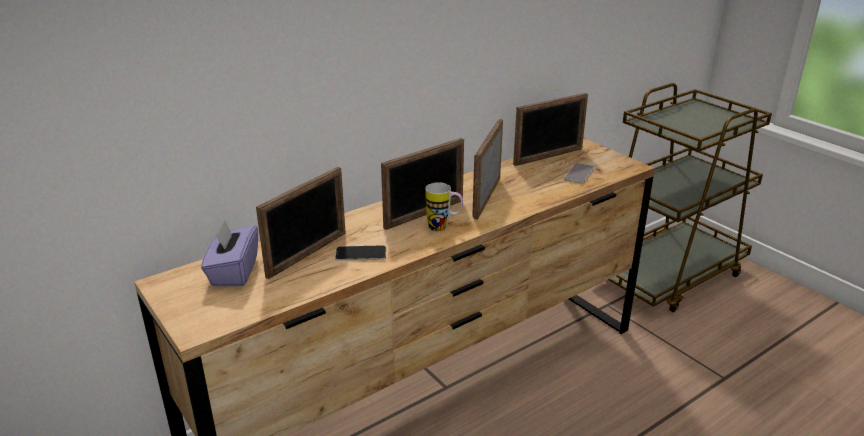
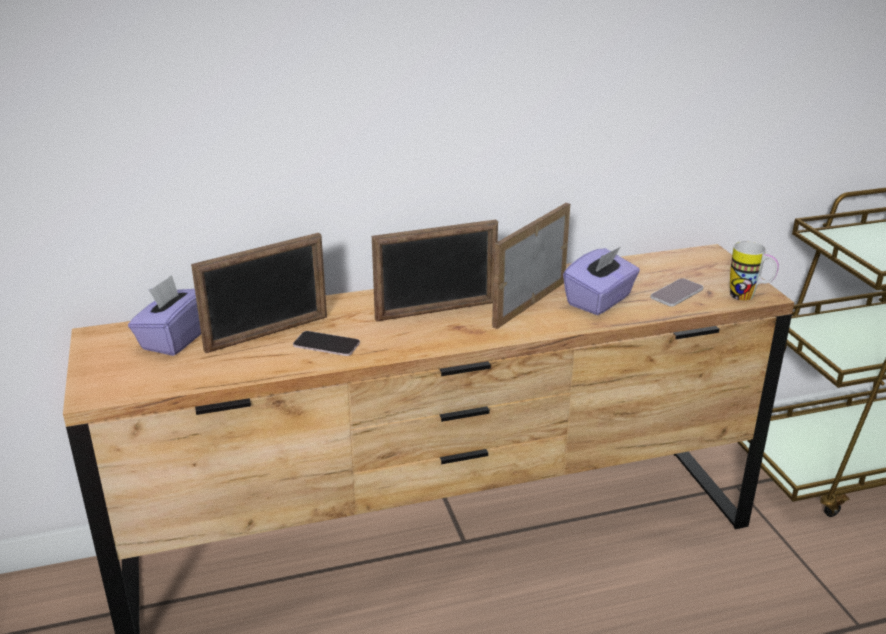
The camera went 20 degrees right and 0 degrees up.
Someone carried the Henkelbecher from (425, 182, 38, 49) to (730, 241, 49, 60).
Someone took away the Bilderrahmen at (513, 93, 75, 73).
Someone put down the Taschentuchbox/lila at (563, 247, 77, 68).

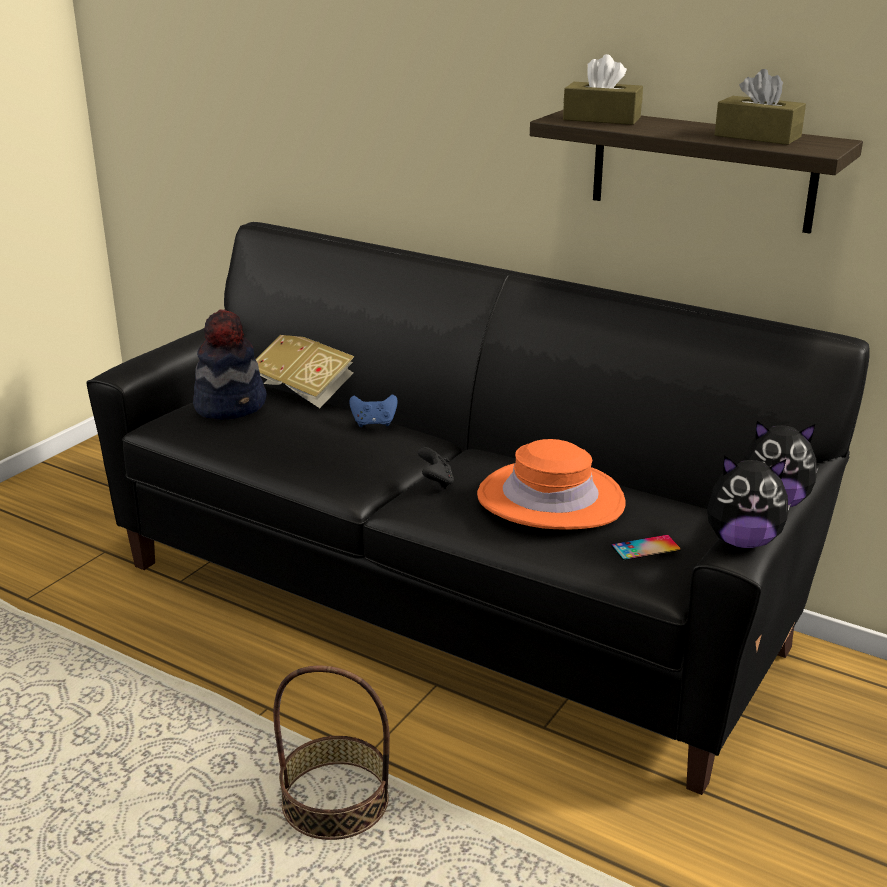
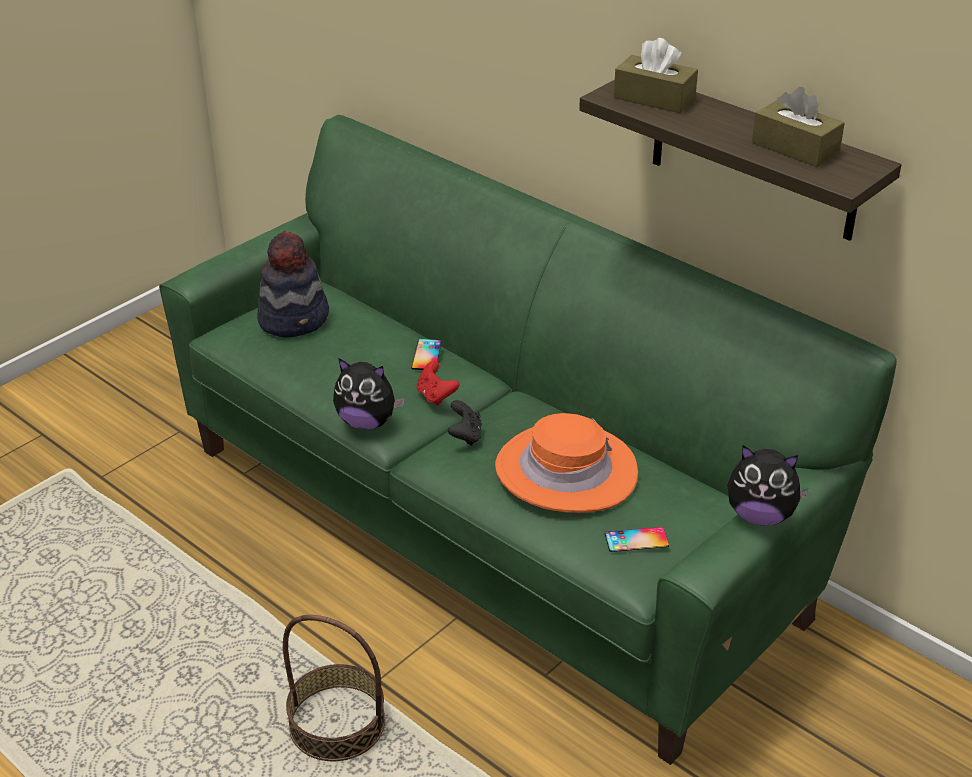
The camera went 10 degrees right and 10 degrees up.
Someone repainted the Sofa/schwarz at (87, 222, 783, 573), which became the Sofa/grün at (159, 115, 738, 650).
Someone took away the Buch at (256, 335, 98, 73).
Someone swapped the Gamepad/blau at (349, 395, 49, 32) for the Handy at (411, 339, 31, 31).
Someone carried the Plüschtier from (707, 456, 84, 93) to (333, 358, 72, 71).
Someone put down the Gamepad/rot at (417, 361, 43, 45).

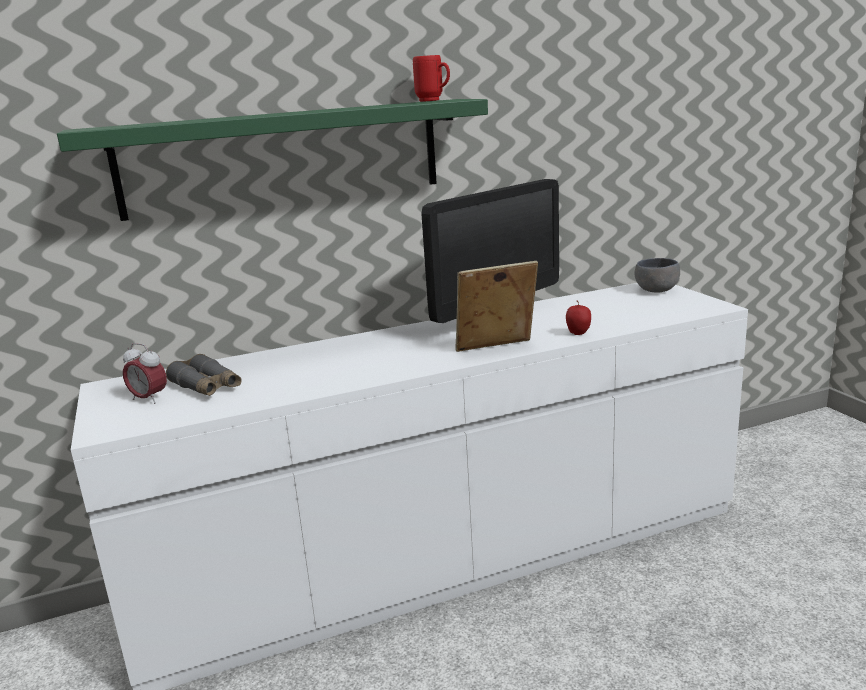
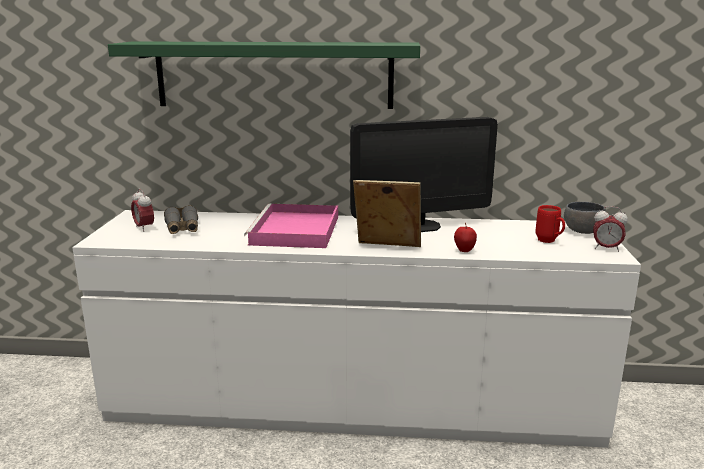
The camera went 25 degrees right and 0 degrees up.
Someone carried the Henkelbecher/rot from (413, 55, 37, 46) to (535, 205, 30, 38).
Someone put down the Tablett/rosa at (244, 203, 94, 45).
Someone put down the Wecker at (593, 206, 35, 46).

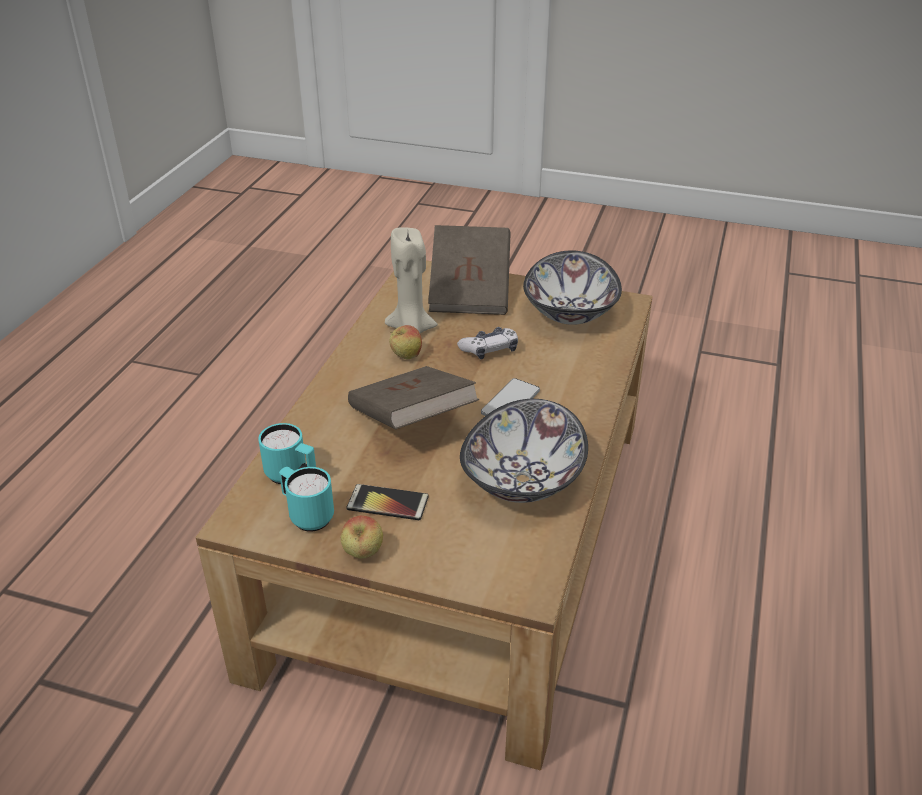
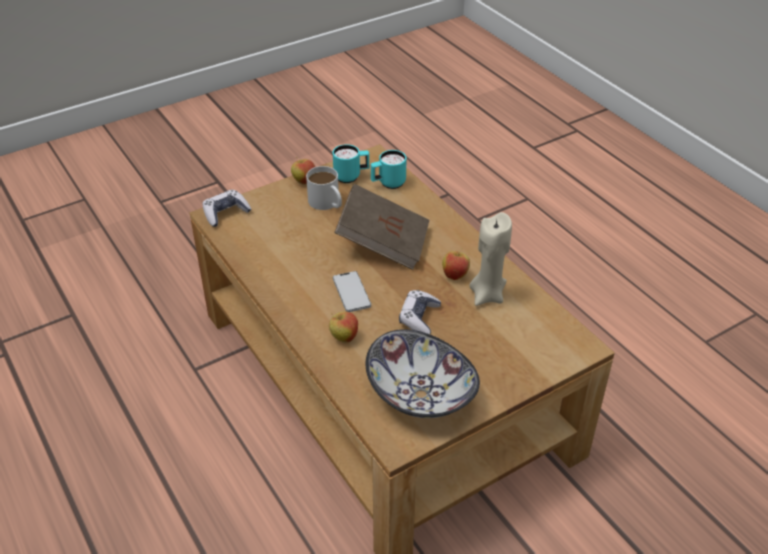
The camera went 130 degrees right and 5 degrees up.
Someone swapped the Handy at (346, 484, 83, 36) for the Henkelbecher/weiß at (306, 166, 36, 44).
Someone took away the Buch/braun at (428, 225, 83, 90).
Someone took away the Schüssel at (460, 399, 128, 104).
Someone put down the Gamepad at (203, 190, 48, 37).
Someone put down the Apfel at (329, 312, 29, 31).

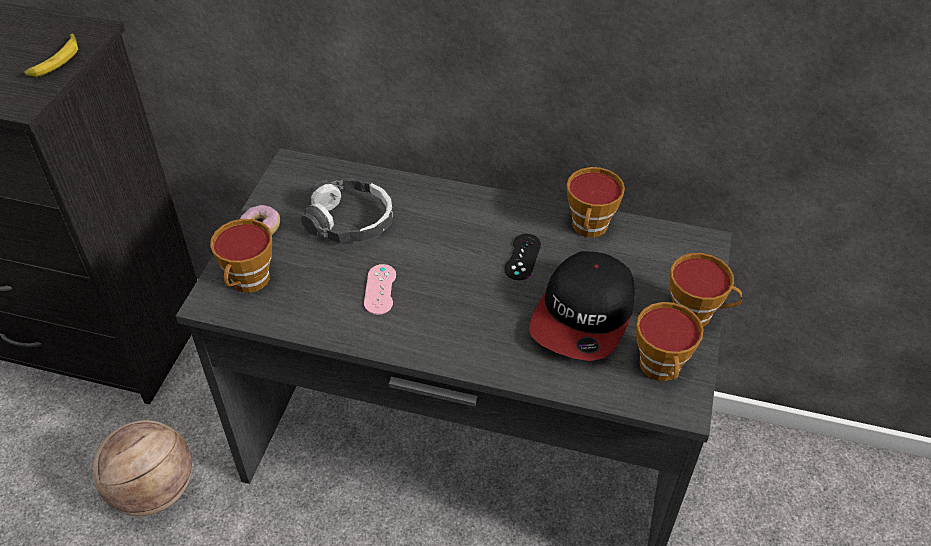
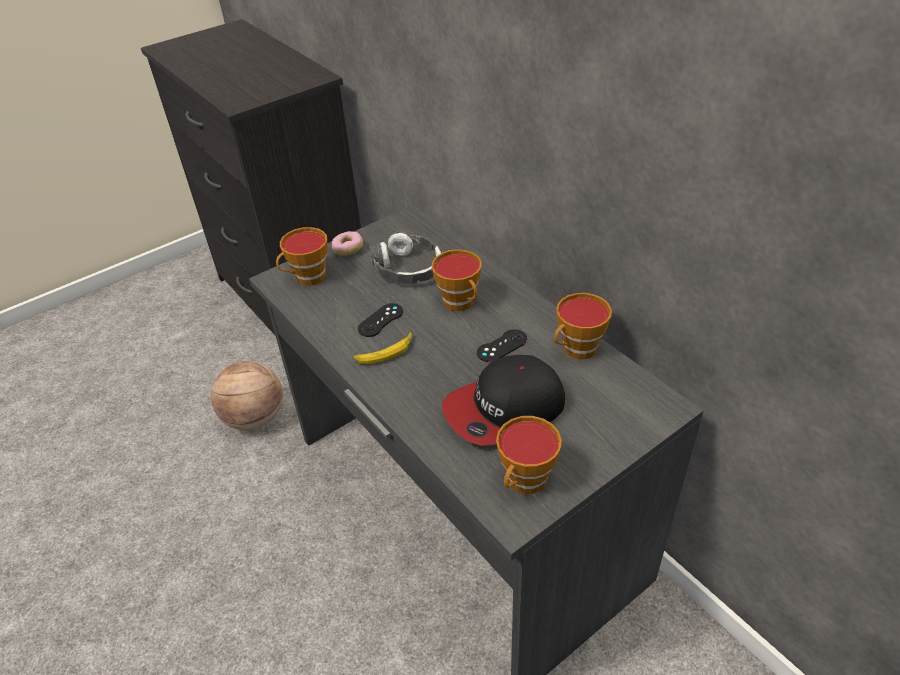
The camera went 40 degrees right and 5 degrees down.
Someone carried the Banane from (24, 33, 54, 44) to (353, 331, 60, 33).
Someone repainted the Gamepad/rosa at (364, 264, 32, 51), which became the Gamepad/schwarz at (358, 303, 45, 34).
Someone carried the Tasse from (670, 253, 72, 74) to (431, 249, 51, 62).

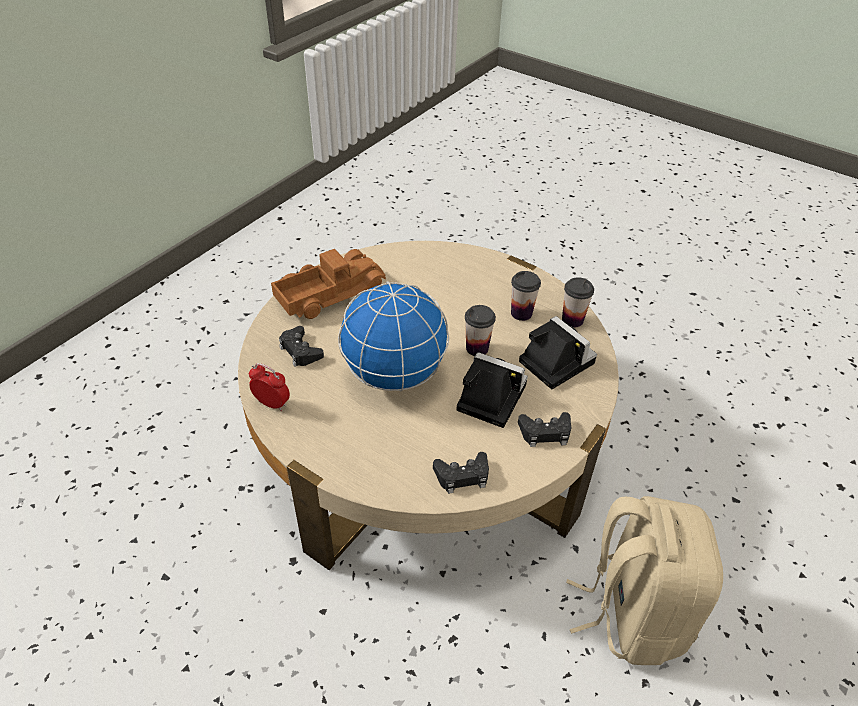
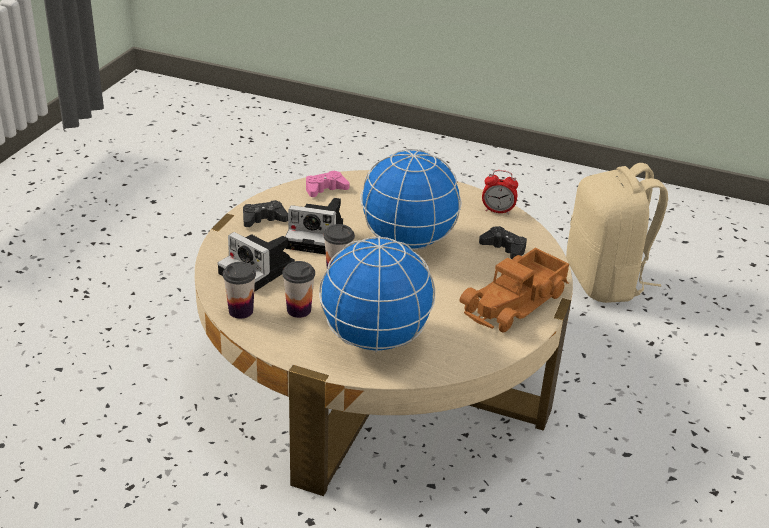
The camera went 165 degrees right and 10 degrees down.
Someone repainted the Gamepad/schwarz at (433, 452, 56, 42), which became the Gamepad/rosa at (306, 171, 43, 26).
Someone carried the Rucksack/beige from (566, 496, 157, 169) to (566, 163, 102, 140).
Someone put down the Globus at (319, 236, 116, 116).

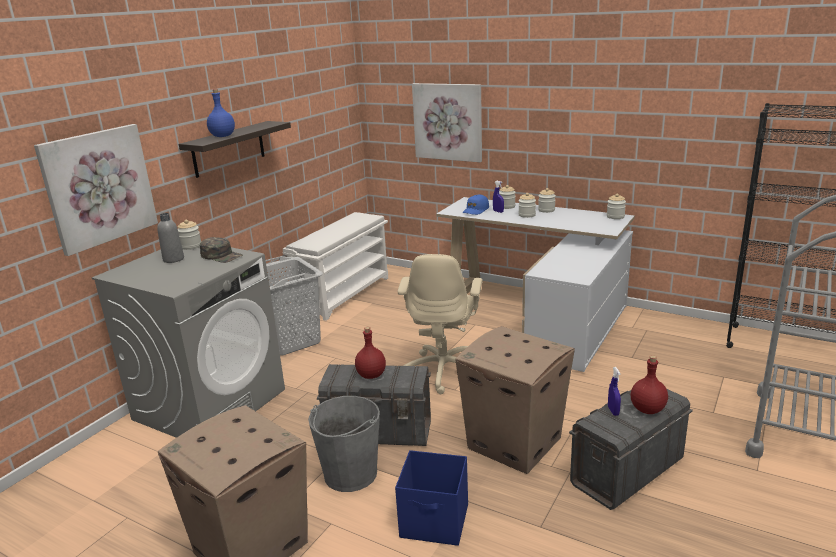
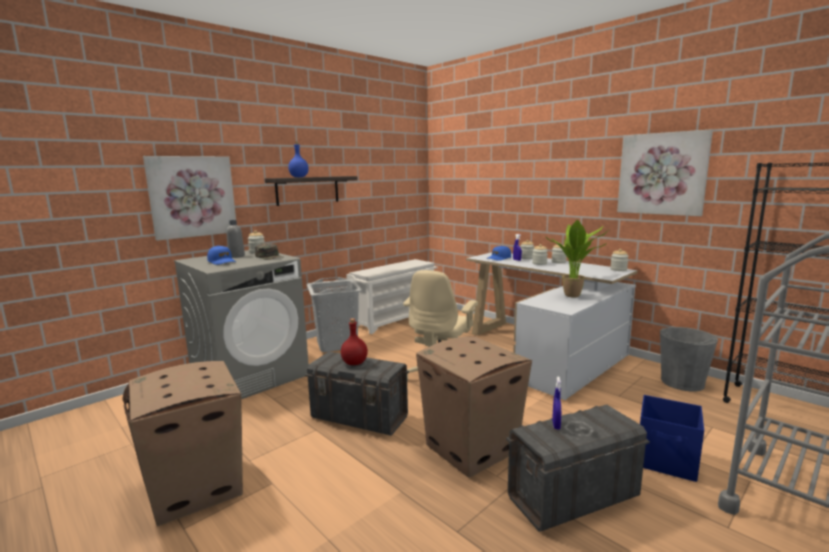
The camera went 15 degrees right and 10 degrees down.
Someone carried the Eimer/grau from (308, 396, 72, 96) to (660, 327, 58, 64).
Someone carried the Aufbewahrungsbox/blau from (395, 450, 73, 96) to (640, 395, 64, 87).
Someone carried the Bild from (412, 83, 70, 79) to (617, 129, 96, 87).
Someone took away the Flasche/rot at (631, 355, 37, 59).
Someone put down the Kappe/blau at (207, 245, 29, 20).
Someone put down the Topfpflanze at (545, 220, 64, 78).

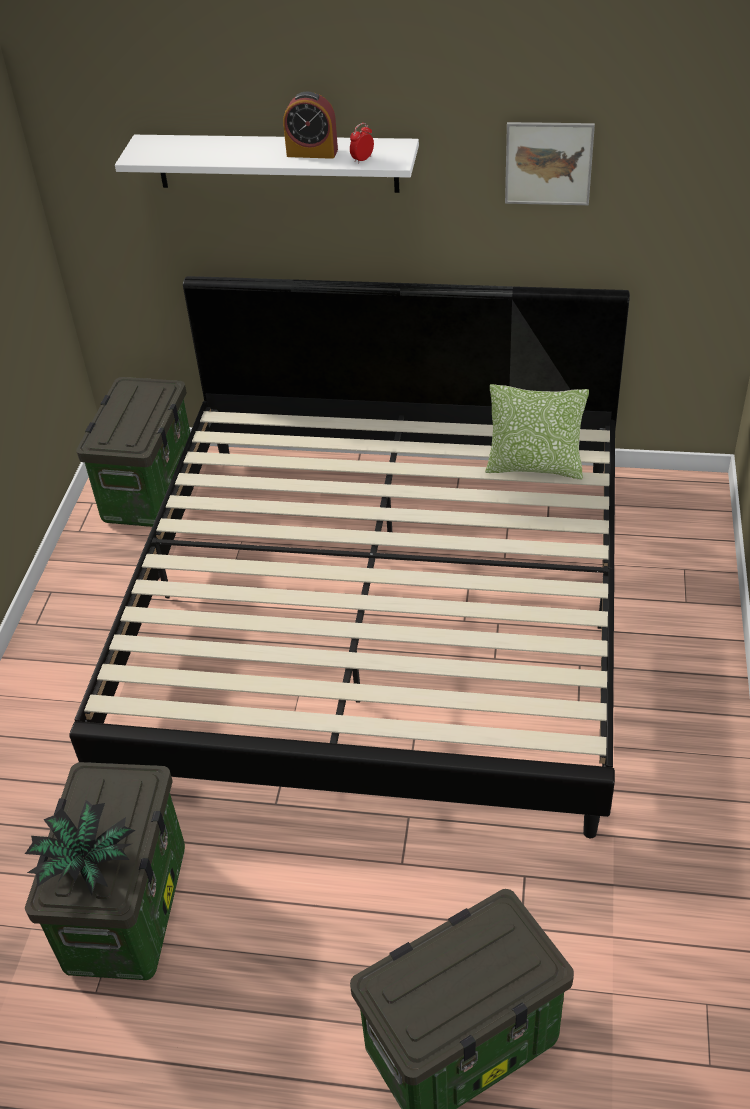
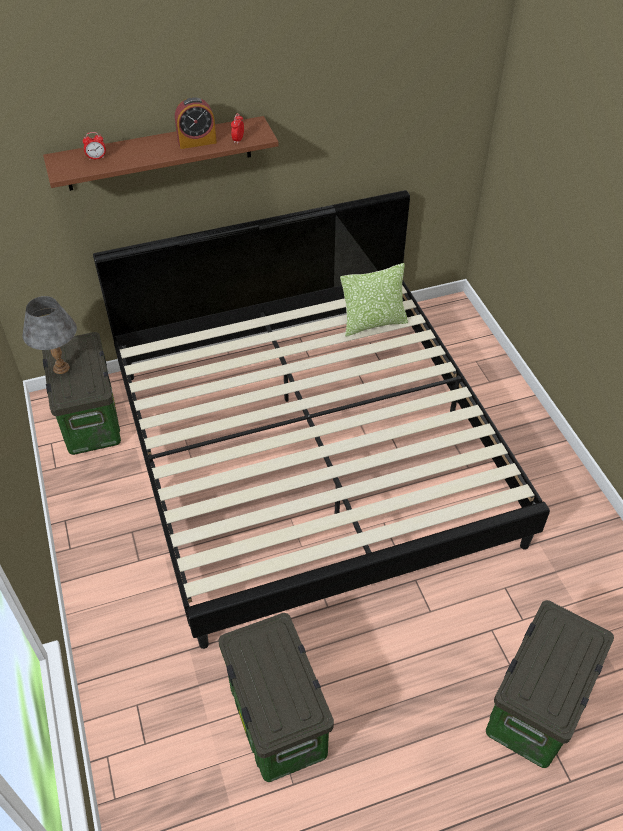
The camera went 30 degrees left and 5 degrees up.
Someone took away the Topfpflanze at (25, 800, 110, 95).
Someone repainted the Wandregal/weiß at (115, 135, 304, 58), which became the Wandregal/braun at (43, 116, 236, 75).
Someone took away the Bild at (505, 122, 90, 83).
Someone put down the Tischlampe/grau at (23, 296, 54, 78).
Someone put down the Wecker at (83, 132, 23, 28).

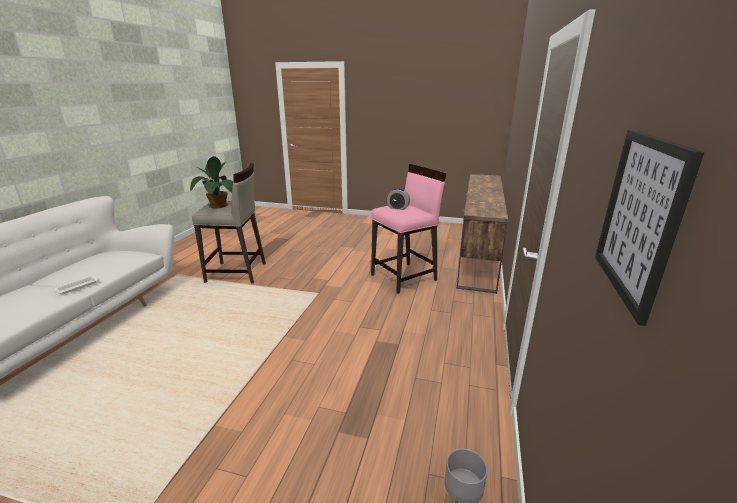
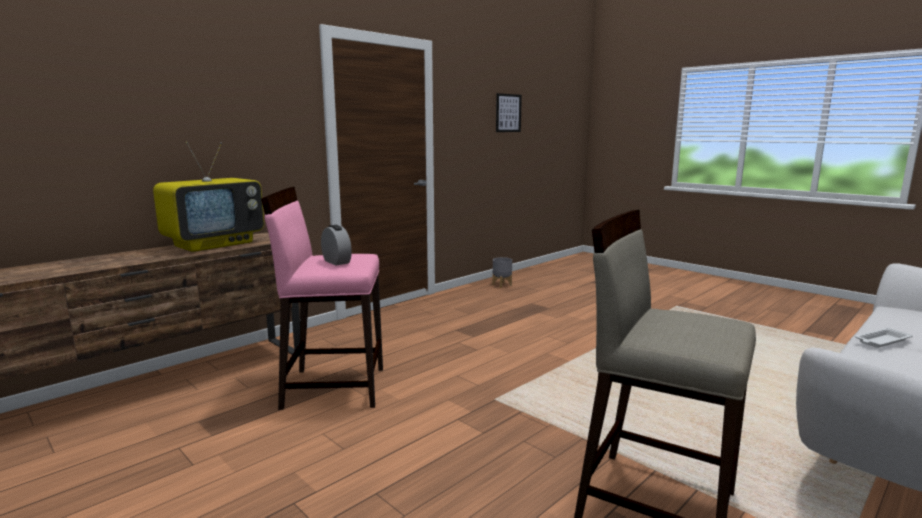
The camera went 150 degrees left and 10 degrees down.
Someone took away the Topfpflanze at (190, 156, 43, 52).
Someone put down the Fernseher at (153, 142, 111, 110).

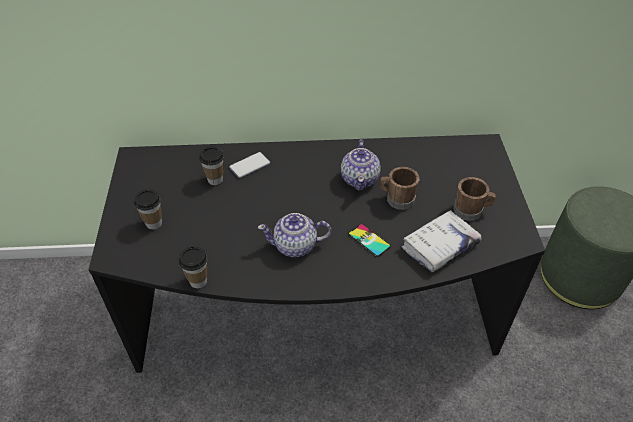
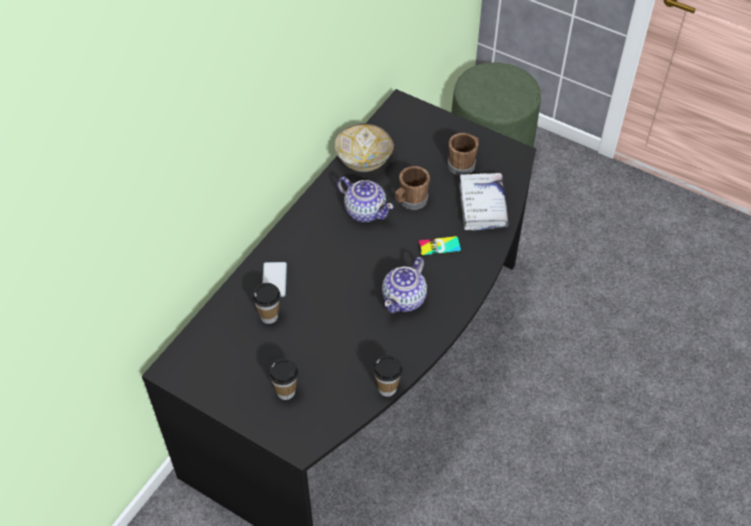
The camera went 55 degrees left and 5 degrees up.
Someone put down the Schüssel at (334, 123, 60, 49).

